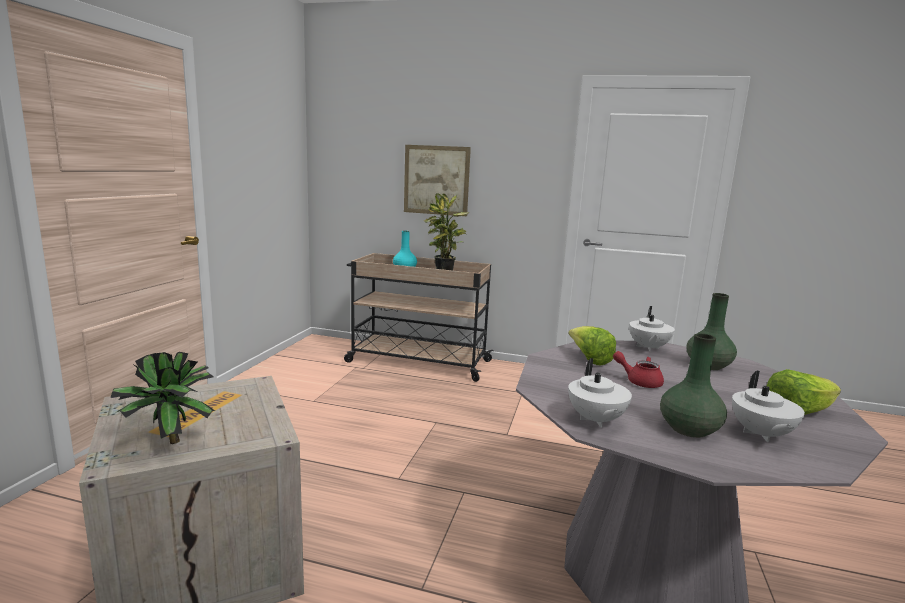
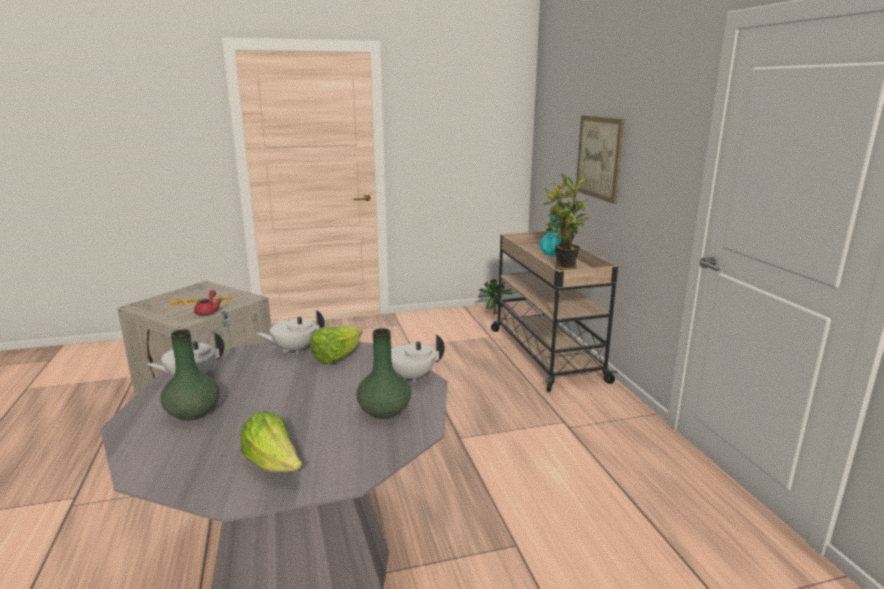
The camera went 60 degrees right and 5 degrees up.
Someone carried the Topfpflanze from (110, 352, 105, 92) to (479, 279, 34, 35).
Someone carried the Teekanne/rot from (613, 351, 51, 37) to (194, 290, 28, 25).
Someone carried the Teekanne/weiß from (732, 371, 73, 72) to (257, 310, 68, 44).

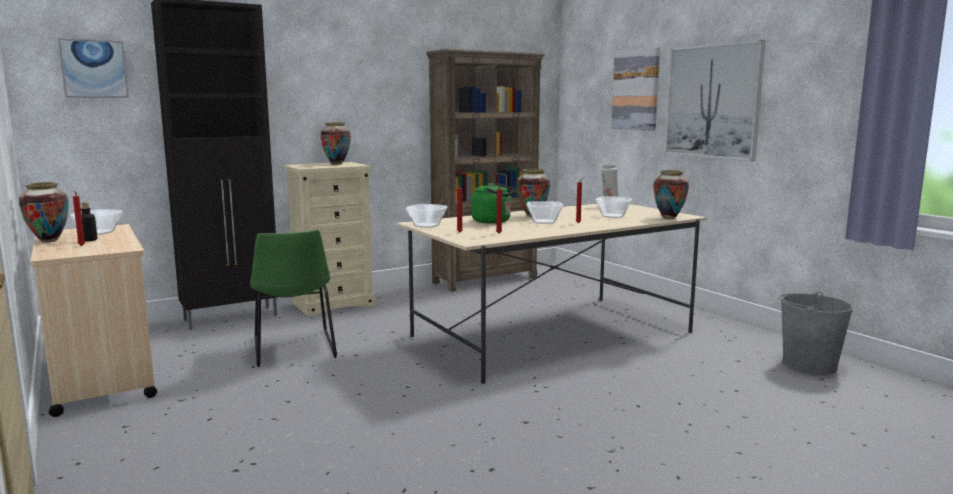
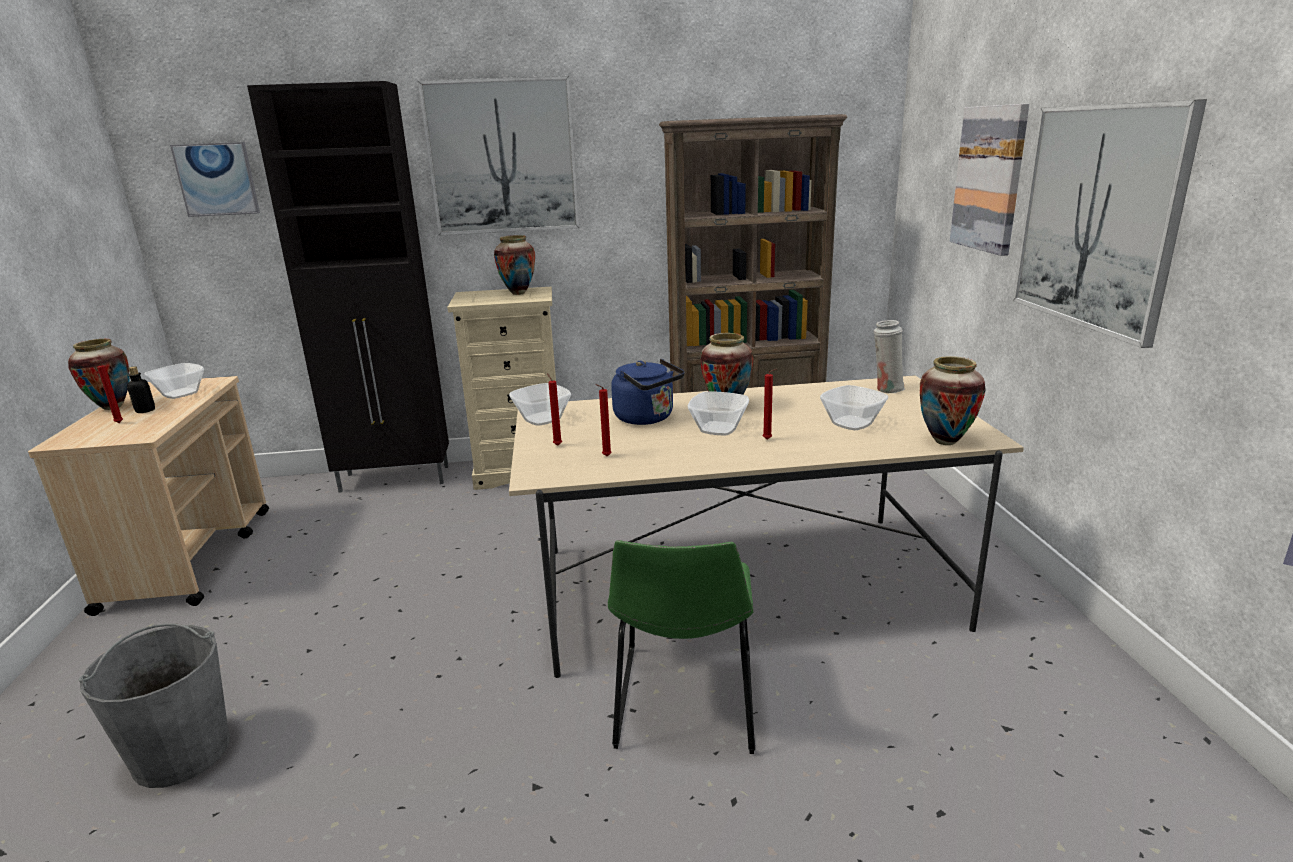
The camera went 25 degrees right and 10 degrees up.
Someone carried the Stuhl/grün from (250, 230, 87, 137) to (608, 540, 147, 214).
Someone repainted the Wasserkessel/grün at (471, 183, 46, 41), which became the Wasserkessel/blau at (611, 359, 74, 66).
Someone carried the Eimer/grau from (779, 291, 74, 84) to (79, 623, 151, 165).
Someone put up the Bild at (418, 76, 162, 160).

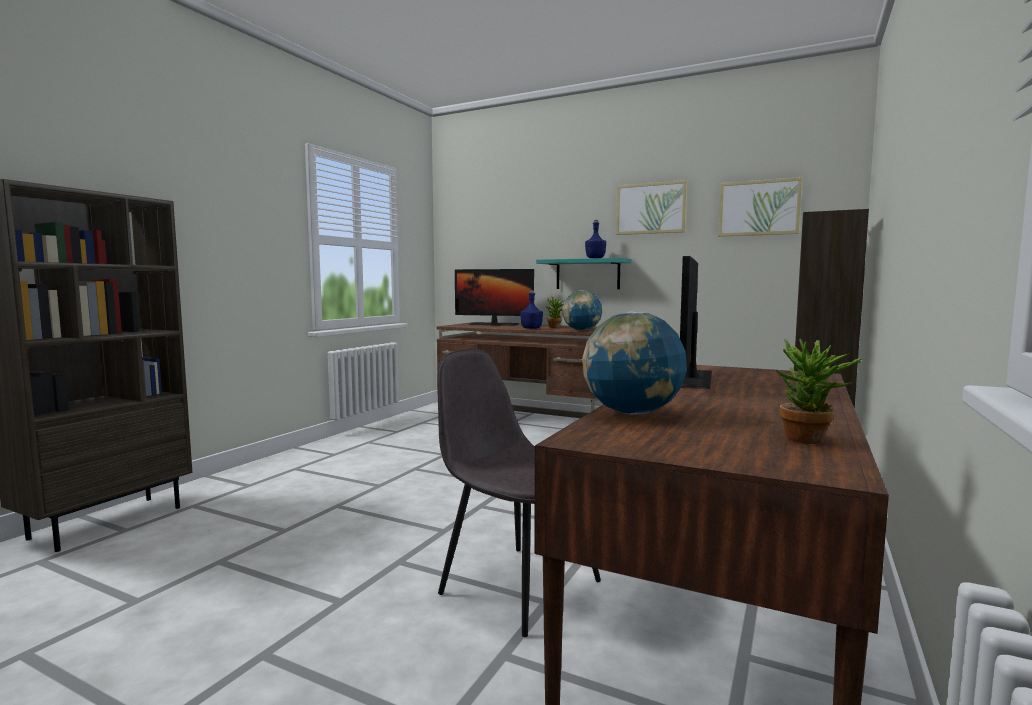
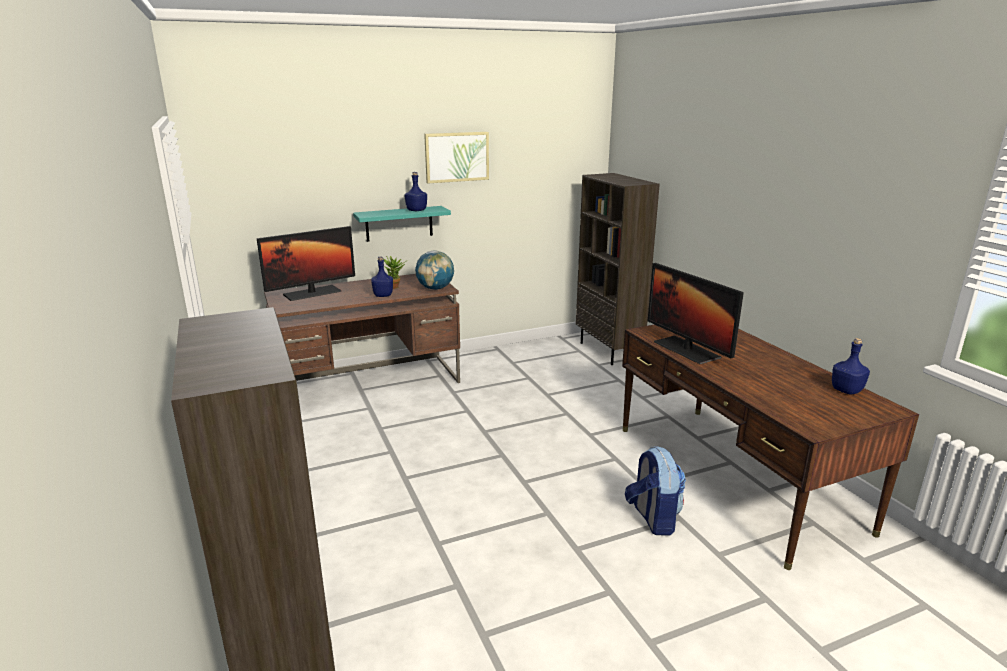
The camera went 50 degrees left and 15 degrees up.
Someone swapped the Stuhl/grau at (437, 348, 164, 289) for the Rucksack at (625, 446, 61, 90).
Someone took away the Globus at (582, 311, 105, 103).
Someone took away the Bild at (718, 177, 84, 60).
Someone swapped the Topfpflanze at (776, 338, 86, 106) for the Flasche/blau at (832, 338, 38, 57).

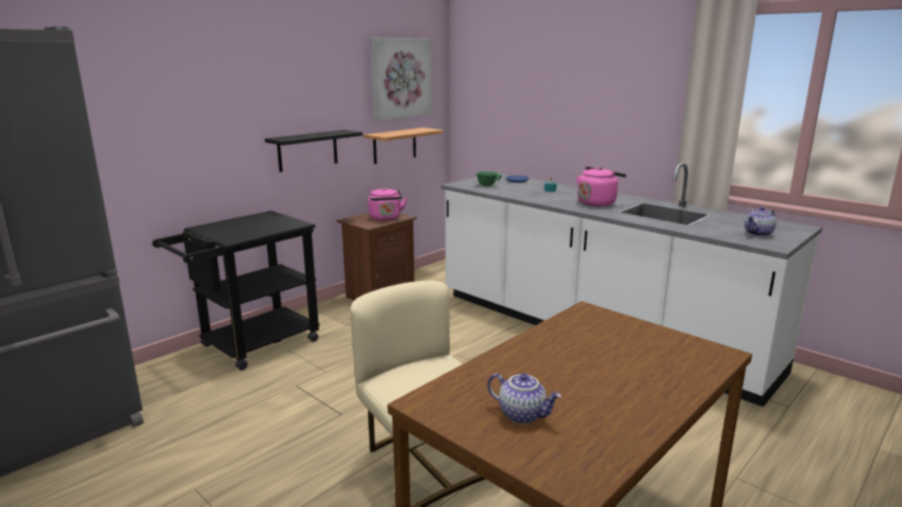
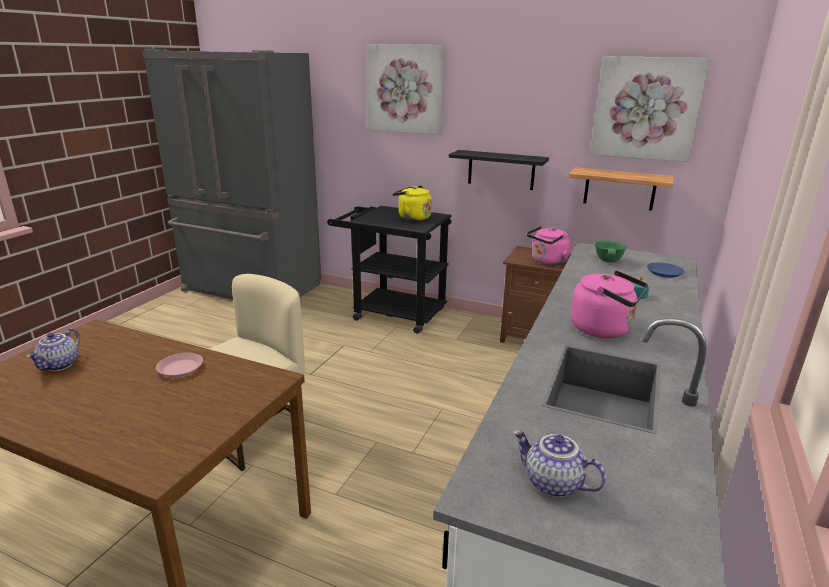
The camera went 70 degrees right and 5 degrees up.
Someone put down the Teller/rosa at (156, 353, 47, 24).
Someone put up the Bild at (366, 44, 79, 91).
Someone put down the Wasserkessel/gelb at (392, 186, 40, 35).

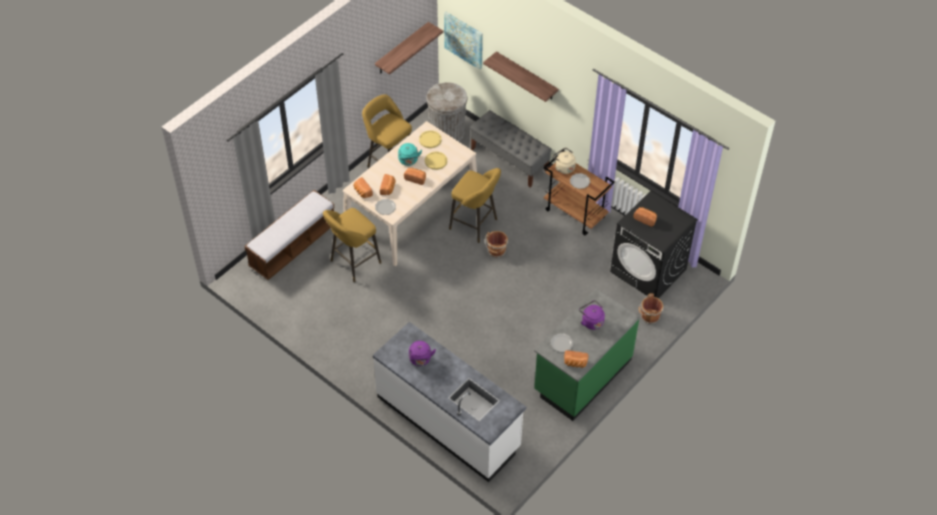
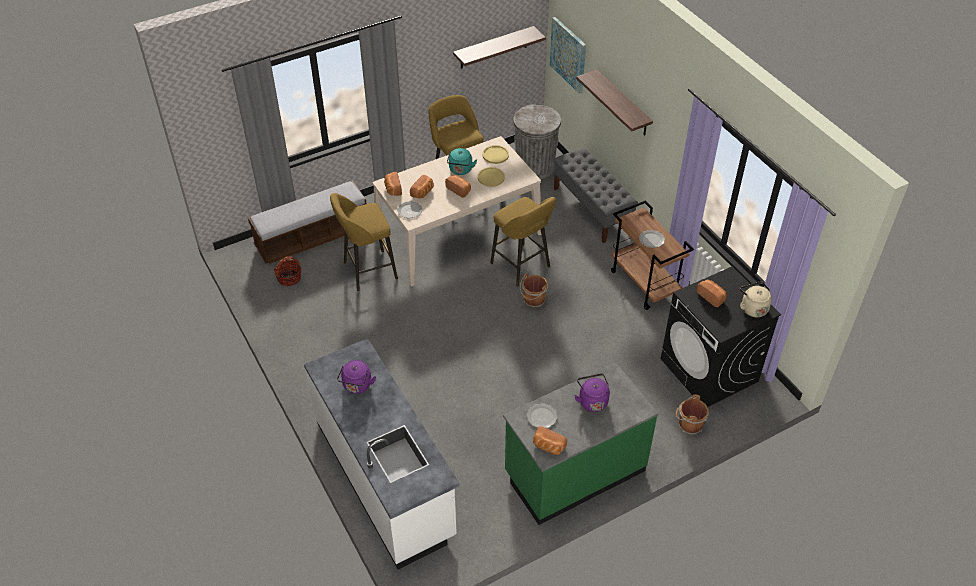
The camera went 20 degrees right and 5 degrees down.
Someone carried the Wasserkessel/beige from (552, 148, 24, 26) to (740, 281, 32, 36).
Someone put down the Korb at (274, 256, 27, 30).

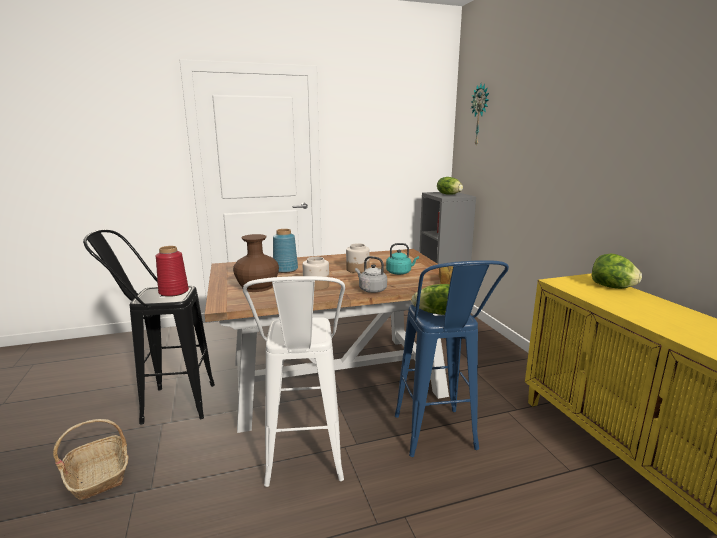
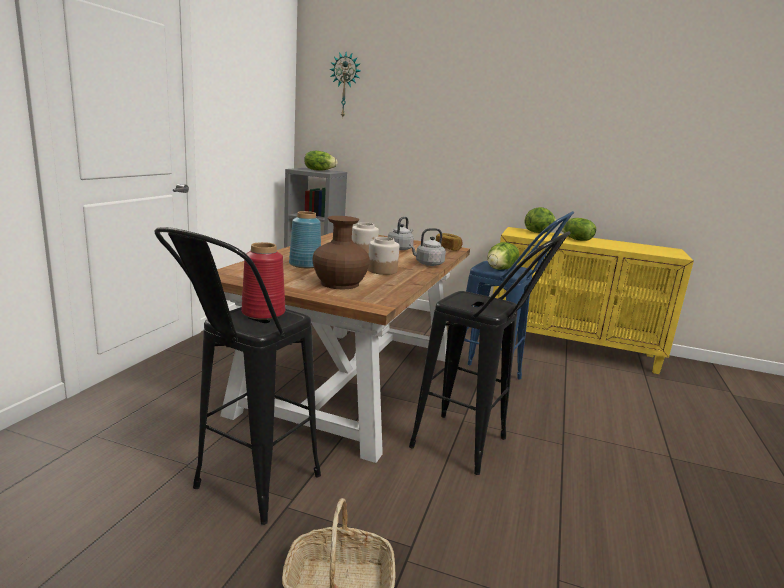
The camera went 55 degrees left and 0 degrees up.
Someone repainted the Hocker/weiß at (243, 276, 102, 211), which became the Hocker/schwarz at (409, 231, 162, 244).
Someone repainted the Wasserkessel/türkis at (386, 243, 33, 32), which became the Wasserkessel/grau at (388, 217, 26, 33).
Someone put down the Salatkopf at (560, 218, 36, 23).

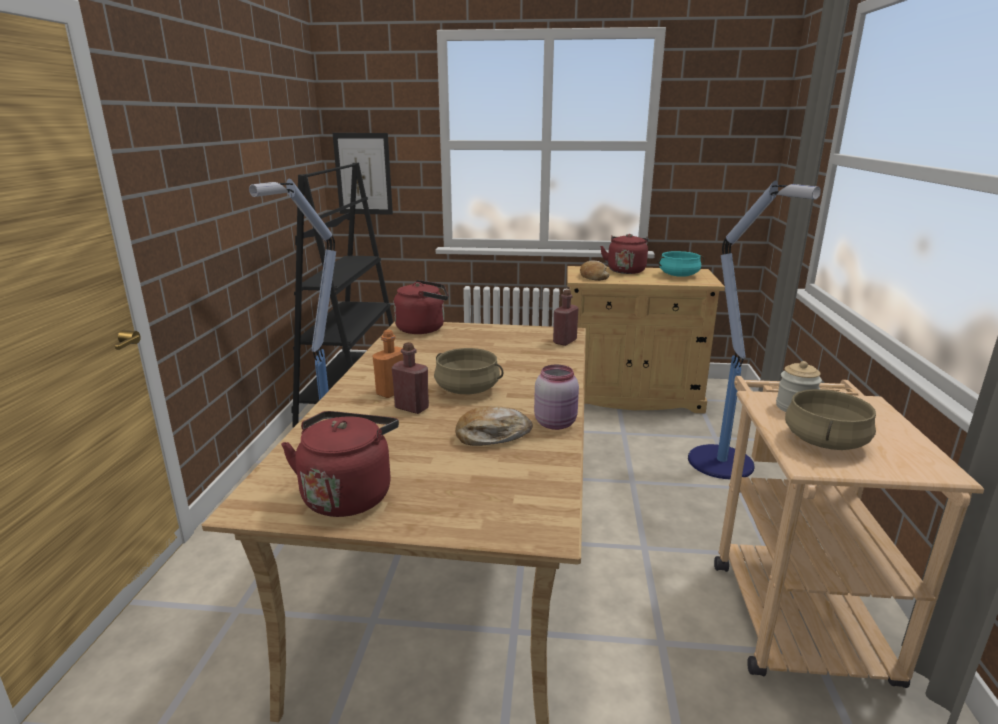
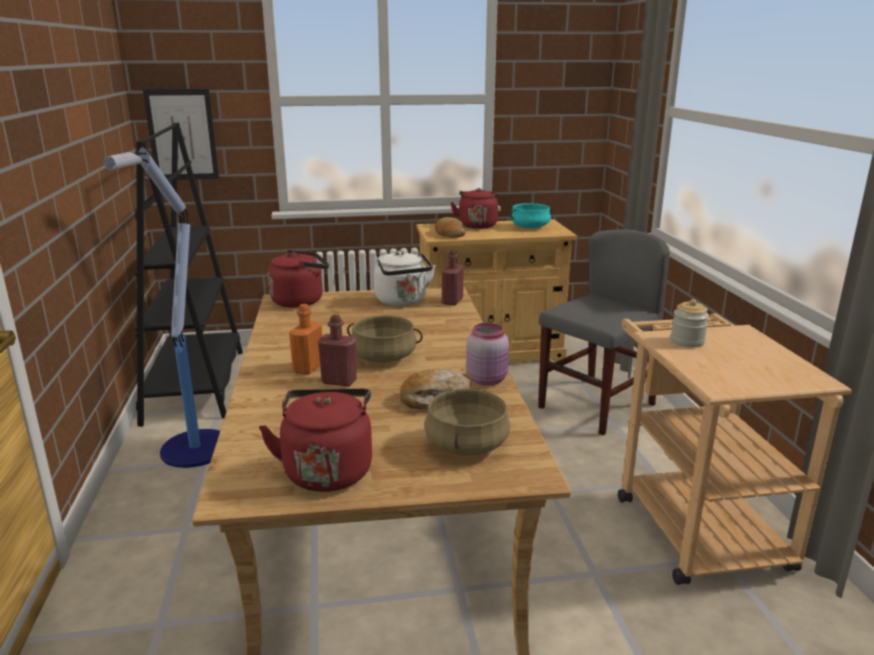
The camera went 15 degrees left and 0 degrees up.
Someone swapped the Stehlampe at (688, 180, 133, 299) for the Stuhl/grau at (538, 229, 132, 207).
Someone carried the Kochtopf/beige from (785, 389, 91, 61) to (424, 389, 86, 66).
Someone put down the Wasserkessel/weiß at (374, 251, 62, 55).

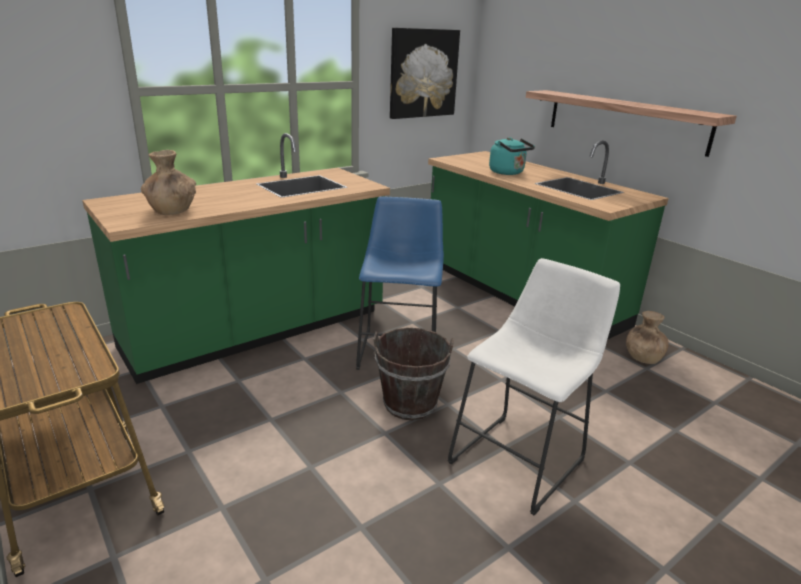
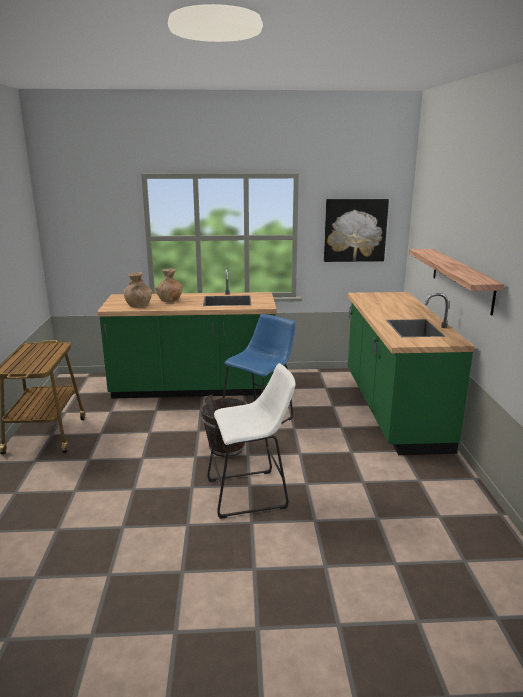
The camera went 35 degrees right and 5 degrees down.
Someone took away the Wasserkessel/türkis at (489, 137, 46, 38).
Someone carried the Vase/braun from (626, 311, 43, 53) to (155, 269, 28, 33).

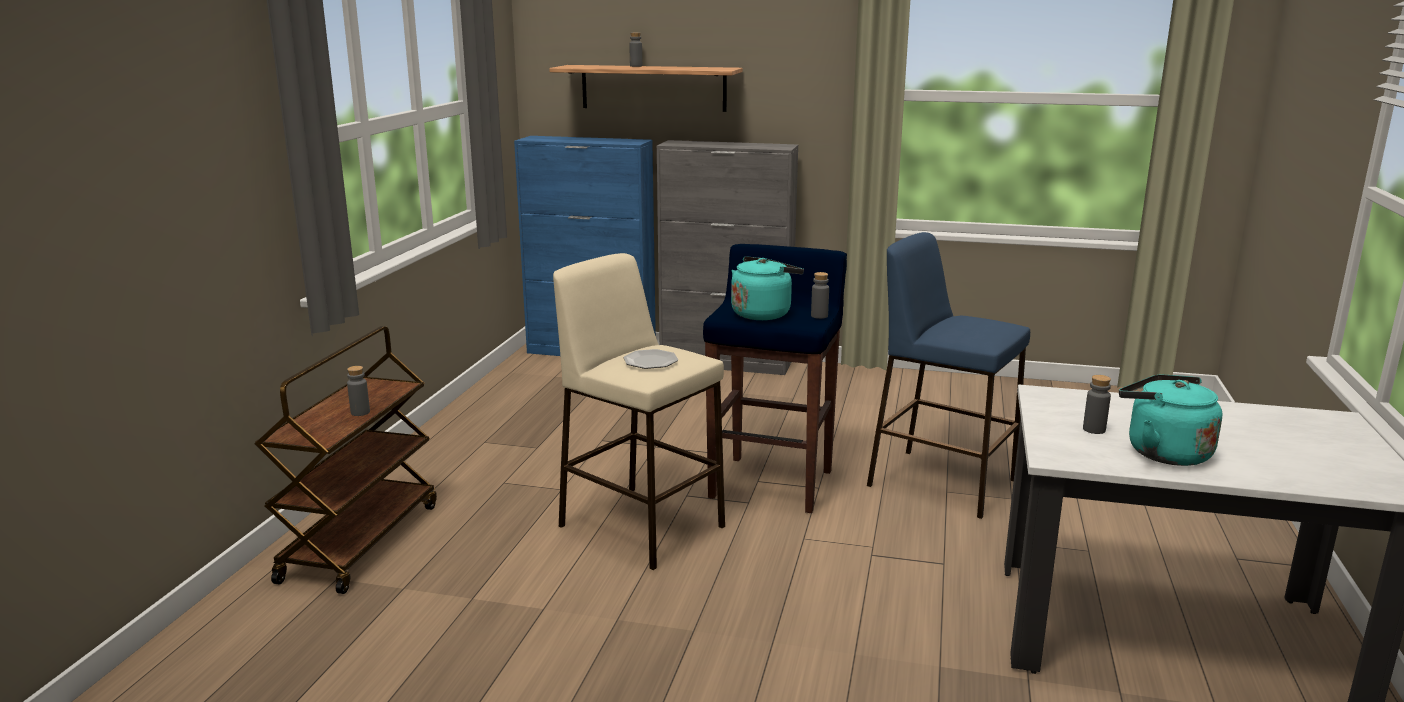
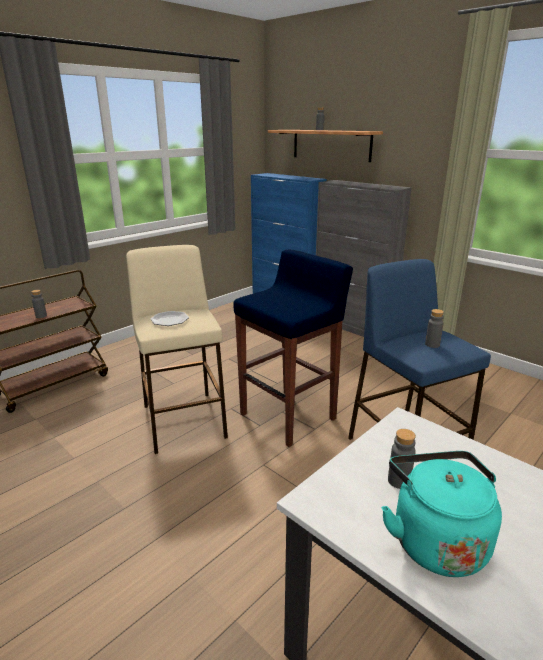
The camera went 30 degrees right and 5 degrees up.
Someone took away the Wasserkessel/türkis at (731, 256, 73, 64).
Someone carried the Flasche/grau from (811, 272, 18, 47) to (425, 309, 19, 39).

